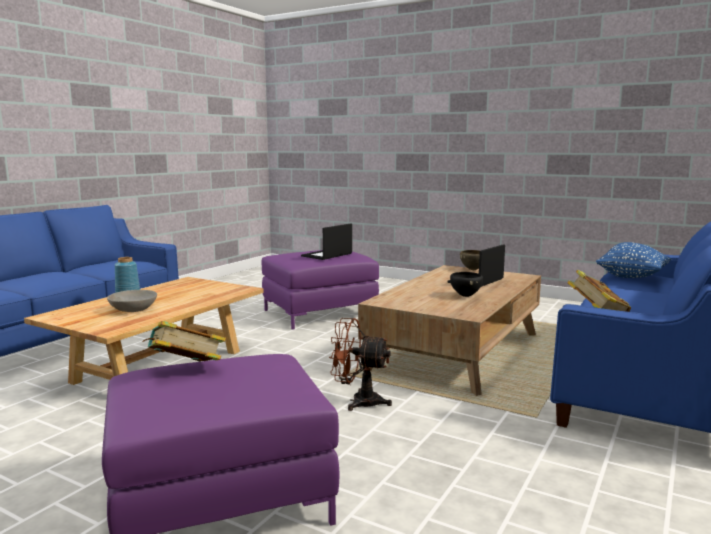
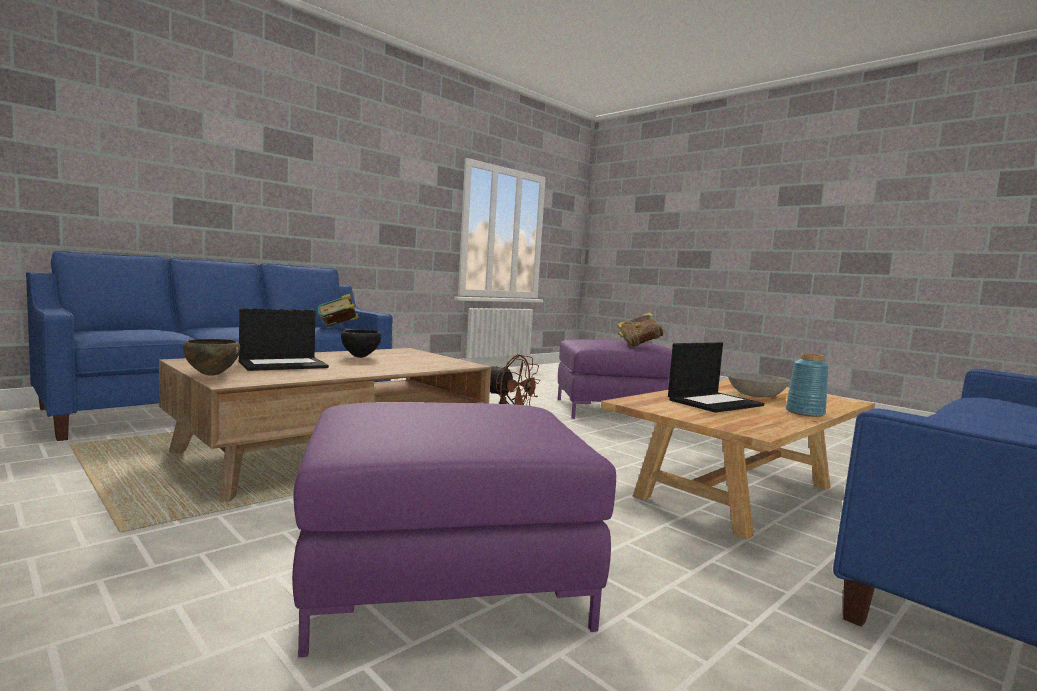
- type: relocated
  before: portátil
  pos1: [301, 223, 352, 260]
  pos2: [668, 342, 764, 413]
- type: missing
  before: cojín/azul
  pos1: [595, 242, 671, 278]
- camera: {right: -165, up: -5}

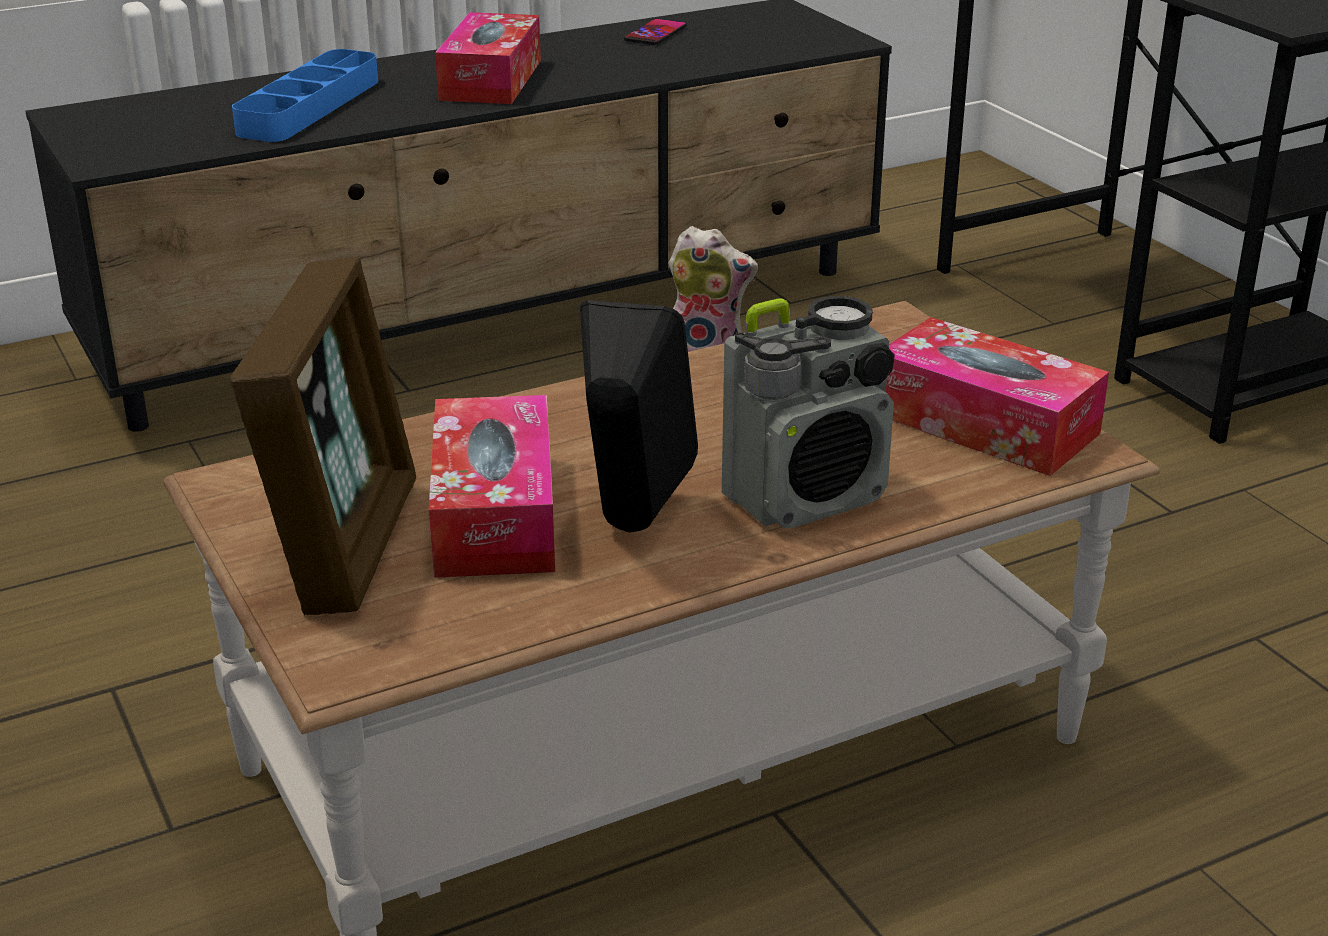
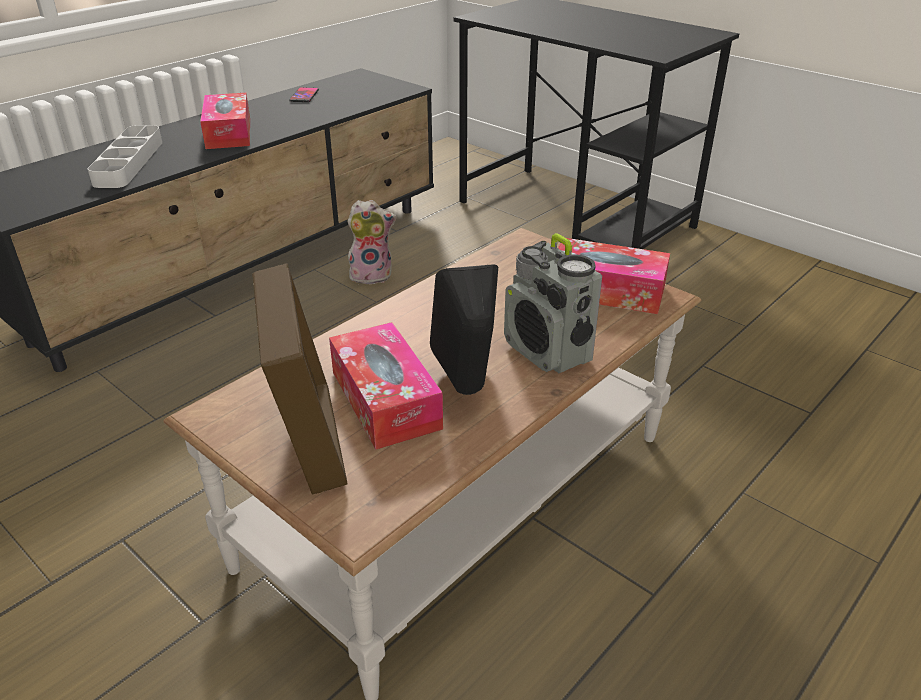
- type: colour
  before: bandeja/azul
  after: bandeja/gris
  pos1: [232, 49, 378, 142]
  pos2: [87, 125, 162, 188]
- type: spun
  before: radio
  pos1: [722, 296, 895, 528]
  pos2: [504, 233, 602, 373]
  turn: 105
- camera: {right: -20, up: 5}

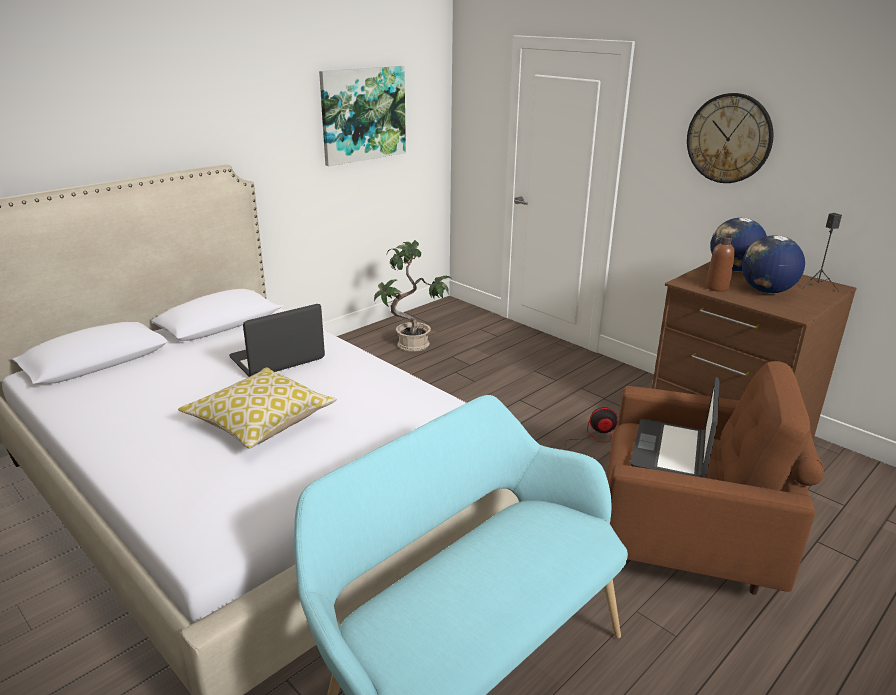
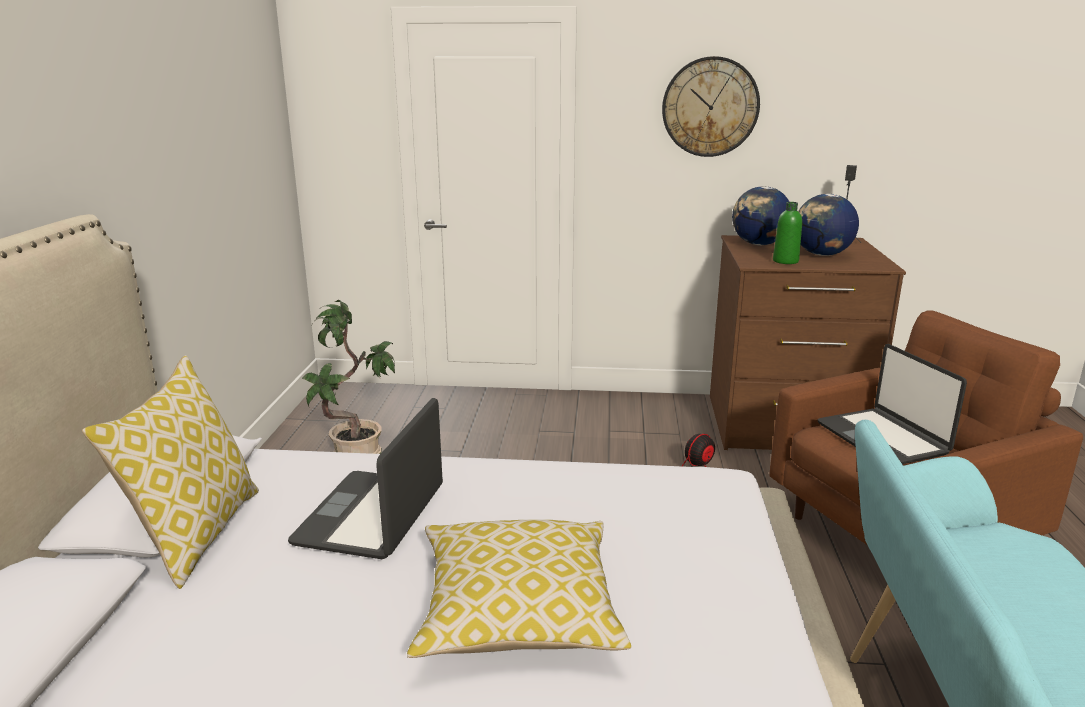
- type: missing
  before: cuadro
  pos1: [319, 66, 406, 166]
- type: colour
  before: botella/marrón
  after: botella/verde
  pos1: [706, 236, 735, 292]
  pos2: [773, 202, 802, 264]
- type: appeared
  after: cojín
  pos2: [82, 355, 259, 589]
- camera: {right: -40, up: -5}

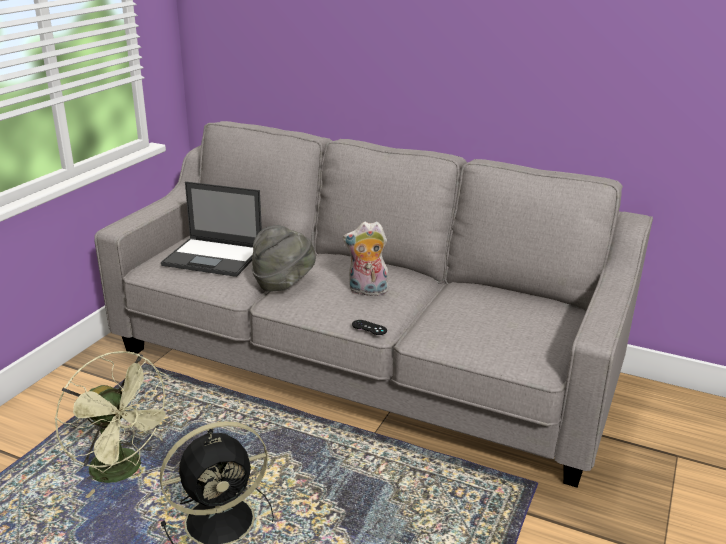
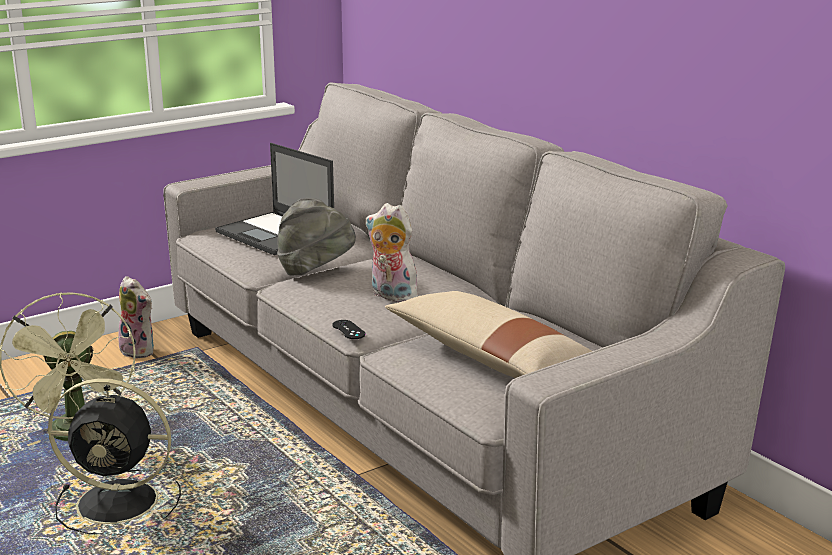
- type: appeared
  after: peluche
  pos2: [118, 276, 154, 359]
- type: appeared
  after: cojín/beis
  pos2: [385, 291, 592, 378]
- camera: {right: 30, up: -5}

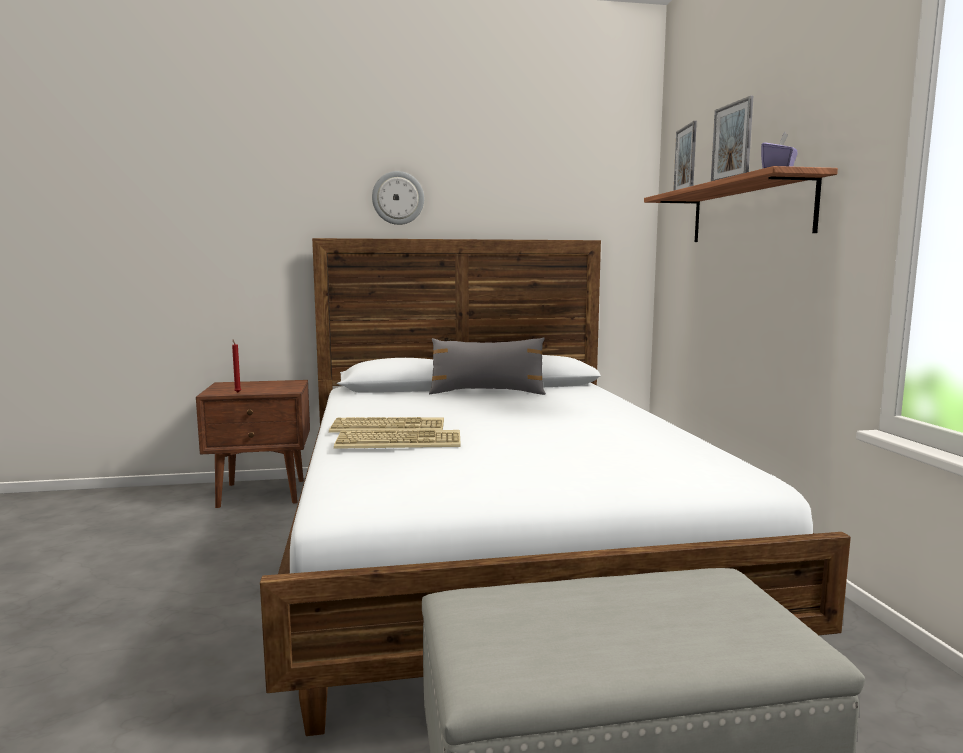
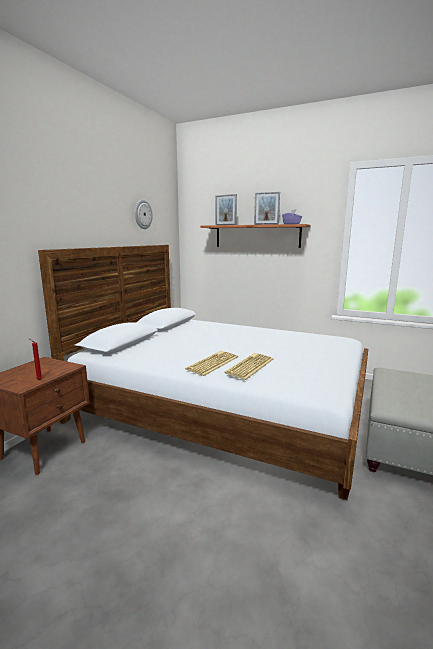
- type: relocated
  before: reloj de pared
  pos1: [372, 171, 424, 225]
  pos2: [135, 199, 153, 229]
- type: missing
  before: cojín/gris
  pos1: [429, 338, 546, 395]
- camera: {right: -55, up: 5}

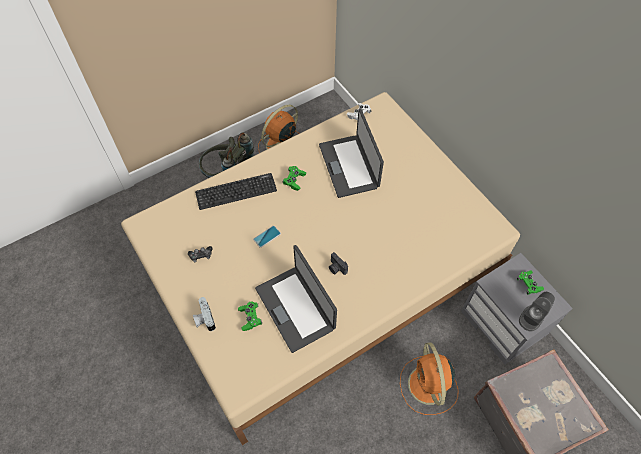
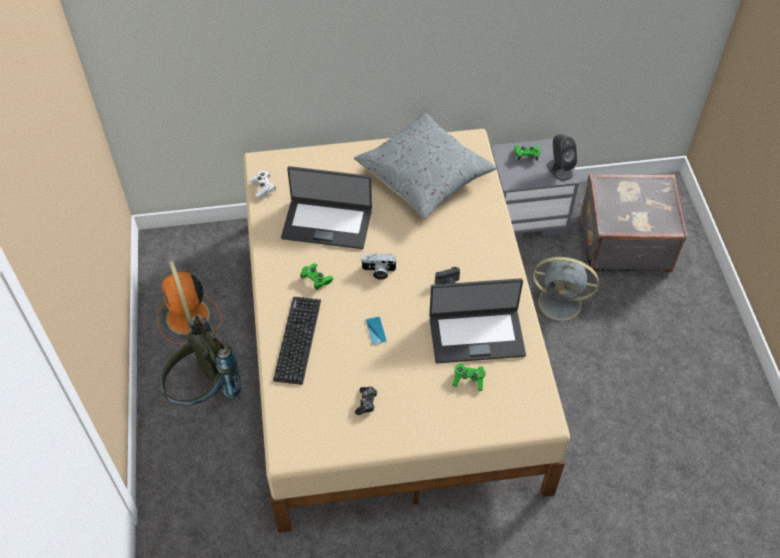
- type: relocated
  before: cámara
  pos1: [193, 297, 216, 331]
  pos2: [360, 253, 397, 280]
- type: colour
  before: ventilador/naranja
  after: ventilador/gris
  pos1: [400, 343, 458, 415]
  pos2: [529, 257, 599, 329]
- type: appeared
  after: cojín/gris
  pos2: [354, 113, 496, 219]
- camera: {right: -65, up: -5}

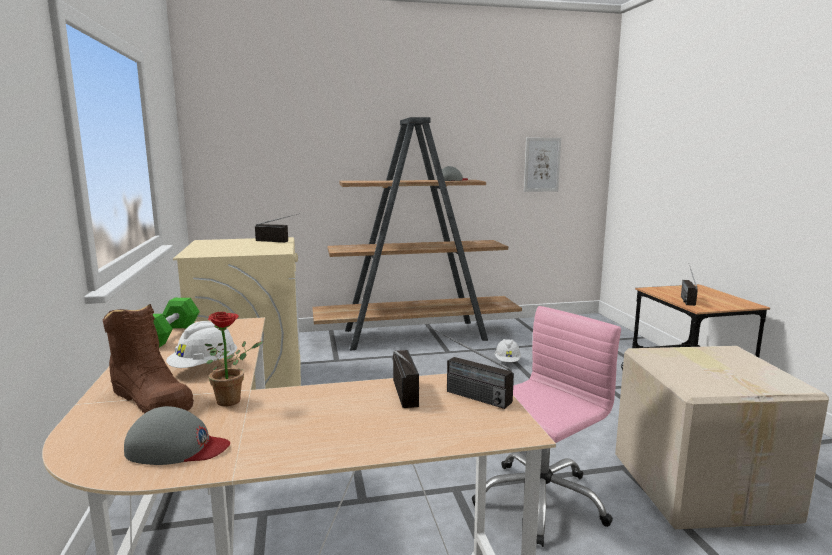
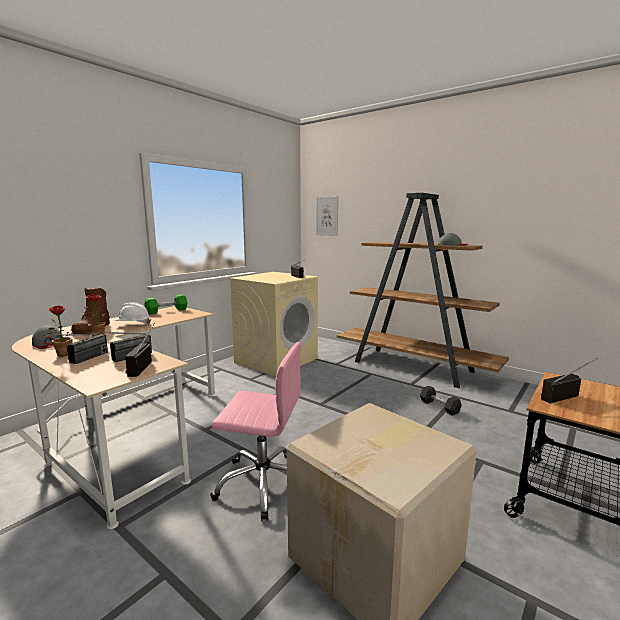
- type: relocated
  before: cuadro
  pos1: [524, 138, 561, 192]
  pos2: [316, 196, 338, 236]
- type: exchanged
  before: casco/blanco
  after: mancuerna/gris
  pos1: [495, 339, 521, 362]
  pos2: [420, 386, 462, 416]
- type: appeared
  after: planta en maceta
  pos2: [48, 305, 81, 357]
- type: appeared
  after: radio
  pos2: [44, 334, 108, 364]
- camera: {right: 50, up: 0}

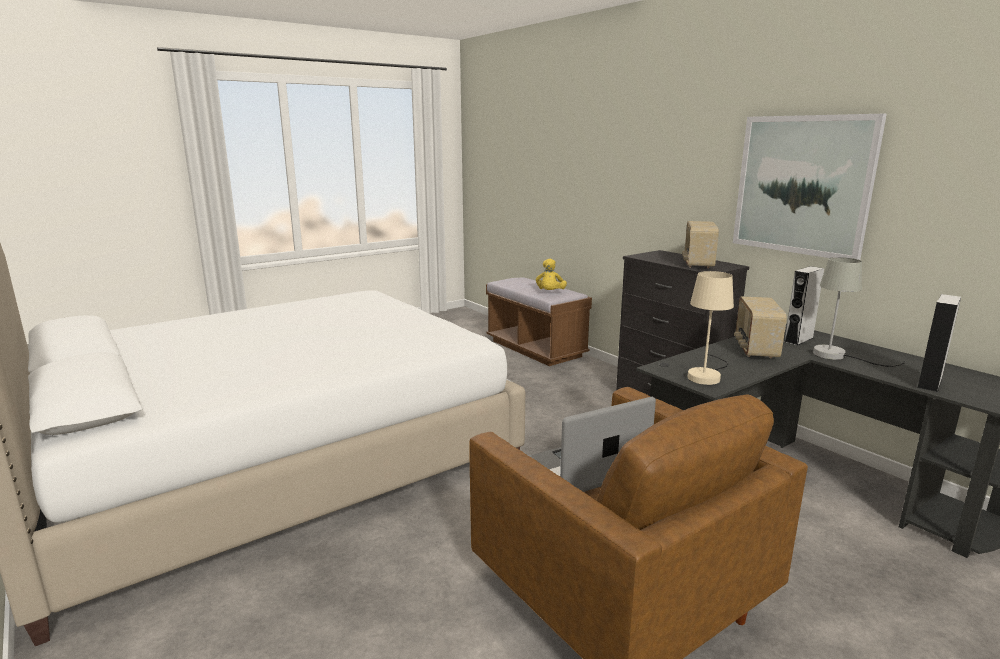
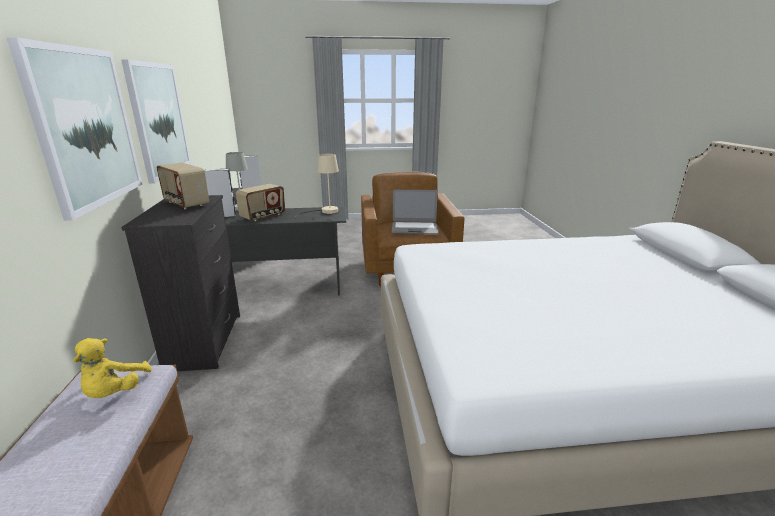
- type: spun
  before: radio
  pos1: [682, 221, 719, 268]
  pos2: [157, 163, 209, 209]
  turn: 90
- type: spun
  before: peluche/amarillo
  pos1: [536, 259, 567, 290]
  pos2: [74, 338, 152, 398]
  turn: 135
- type: appeared
  after: cuadro
  pos2: [7, 38, 142, 221]
- camera: {right: -150, up: 5}

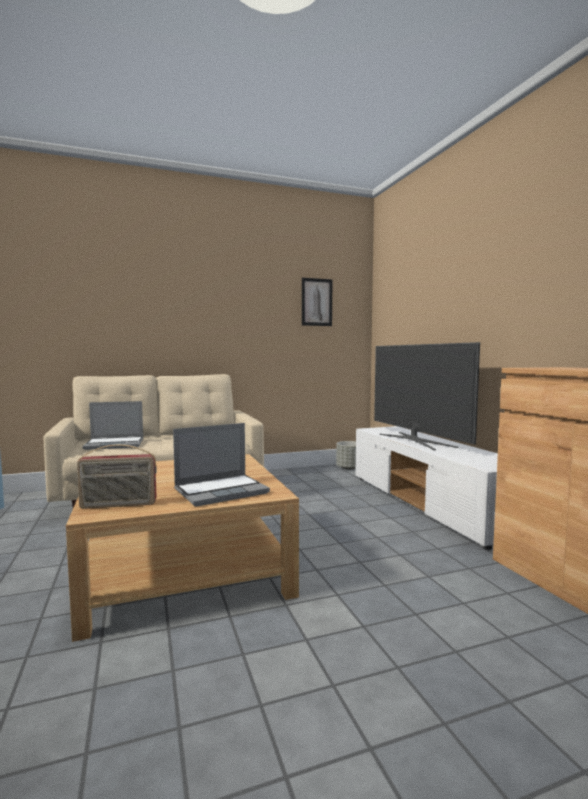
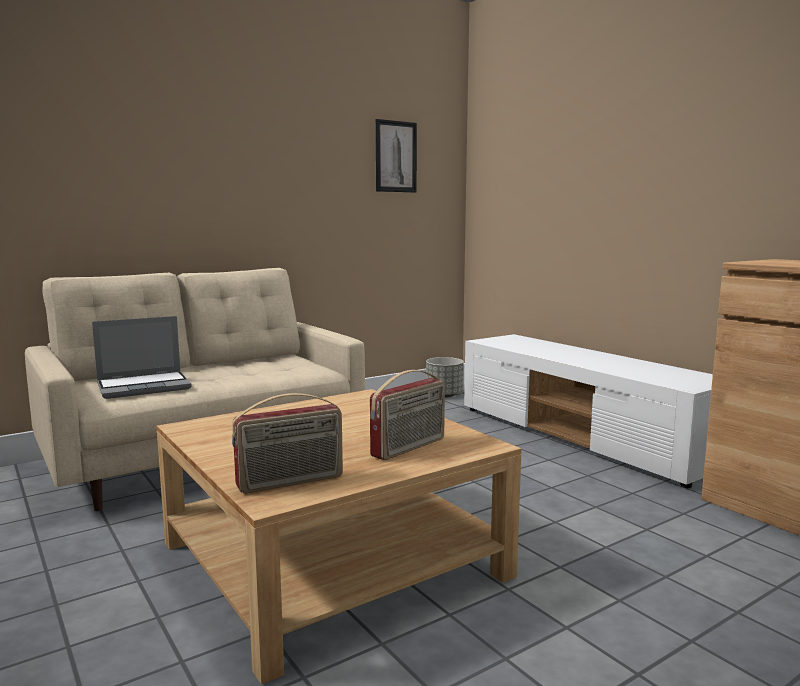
- type: missing
  before: televisor
  pos1: [374, 342, 480, 450]
- type: exchanged
  before: portátil
  after: radio
  pos1: [173, 423, 270, 507]
  pos2: [370, 370, 445, 460]
- camera: {right: -15, up: 5}

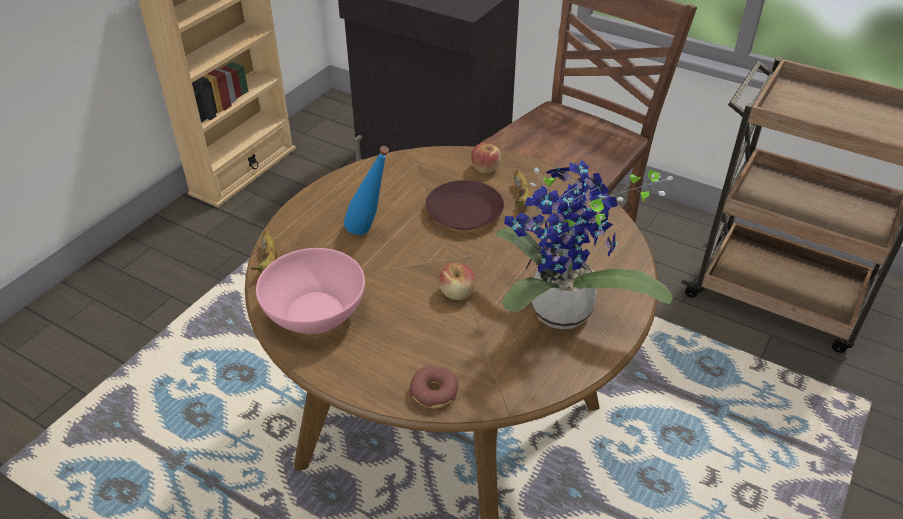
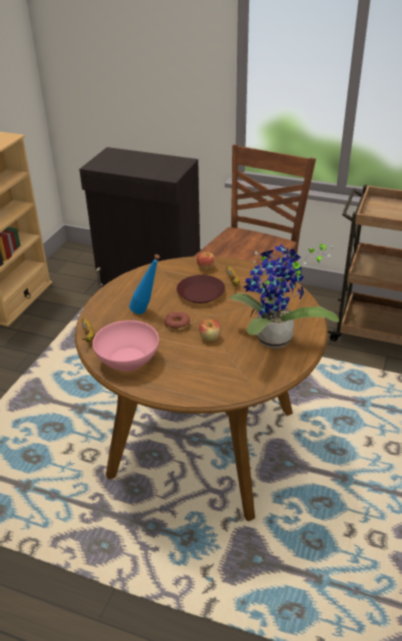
- type: relocated
  before: rosquilla
  pos1: [409, 366, 458, 409]
  pos2: [164, 312, 190, 331]
- camera: {right: -10, up: -5}

